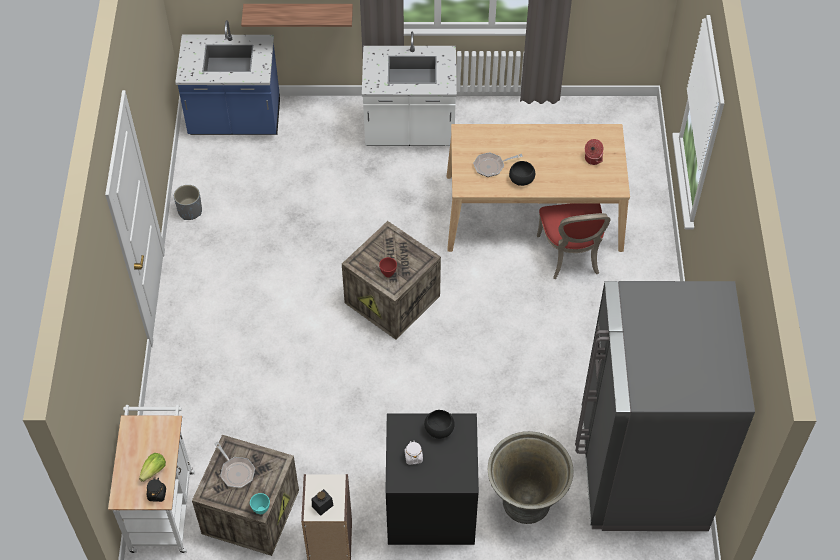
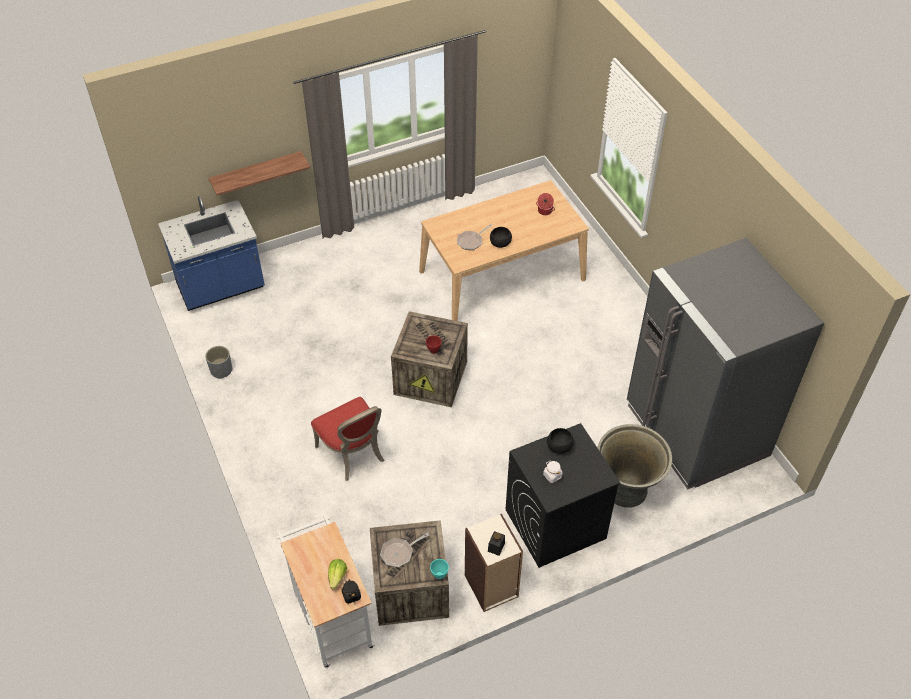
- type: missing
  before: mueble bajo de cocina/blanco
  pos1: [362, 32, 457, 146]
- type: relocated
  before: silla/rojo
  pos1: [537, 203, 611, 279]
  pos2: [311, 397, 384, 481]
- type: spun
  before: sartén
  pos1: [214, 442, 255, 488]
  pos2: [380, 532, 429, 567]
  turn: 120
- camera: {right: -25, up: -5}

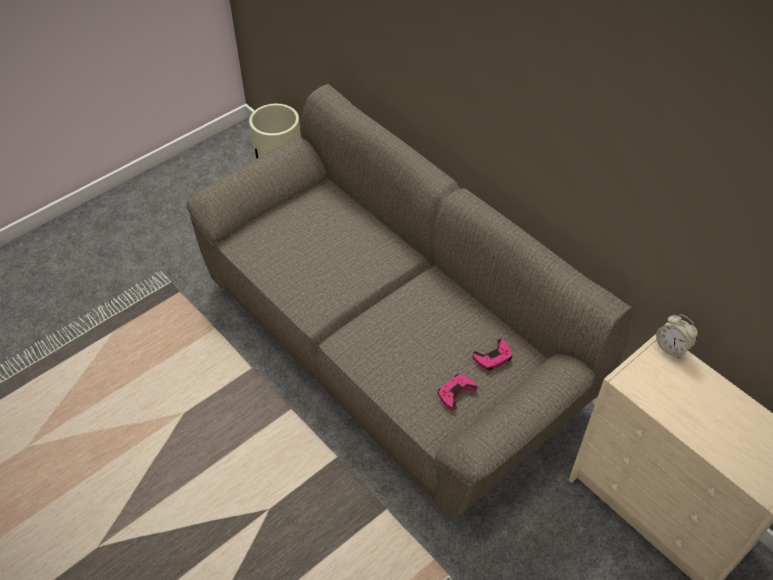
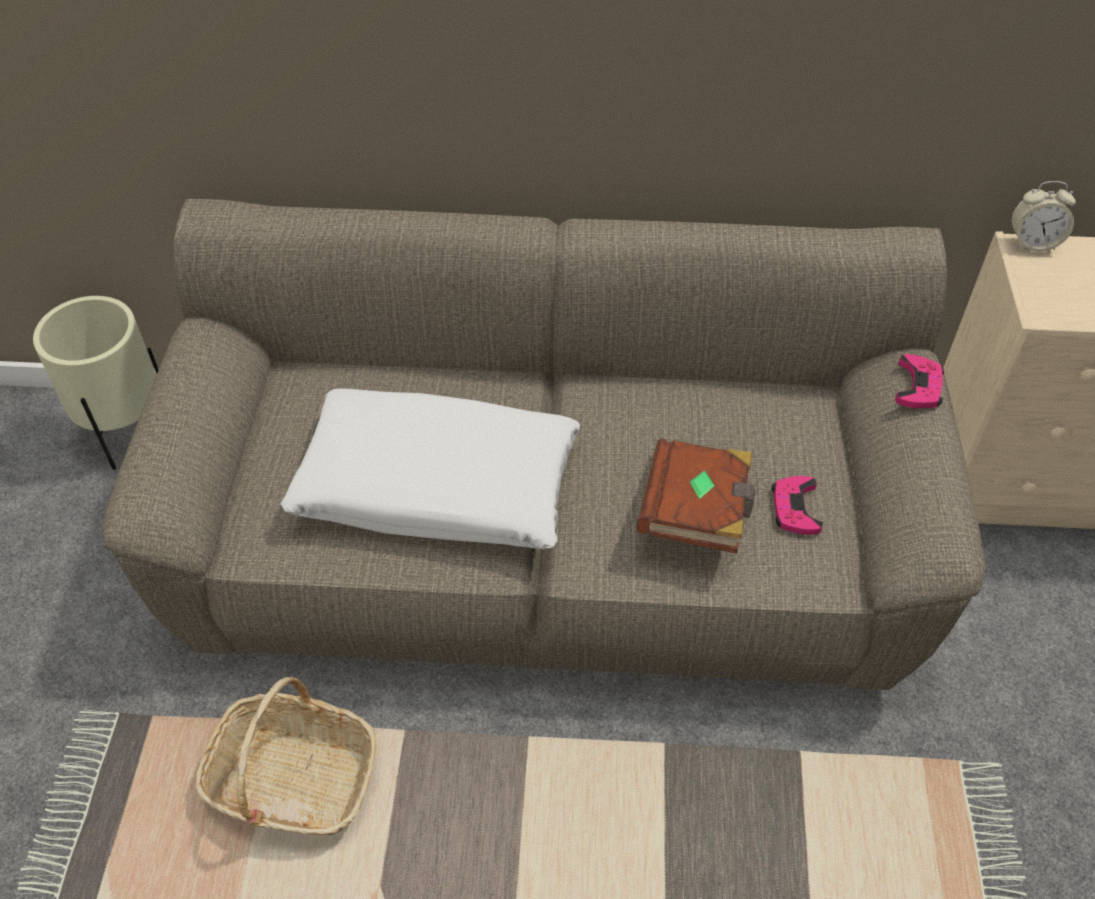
- type: relocated
  before: mando de consola/rosa
  pos1: [473, 339, 512, 371]
  pos2: [895, 354, 944, 408]
- type: appeared
  after: cojín/blanco
  pos2: [280, 389, 580, 549]
- type: appeared
  after: libro/marrón
  pos2: [637, 439, 755, 554]
- type: appeared
  after: cesta
  pos2: [195, 677, 377, 835]
- camera: {right: -45, up: 0}

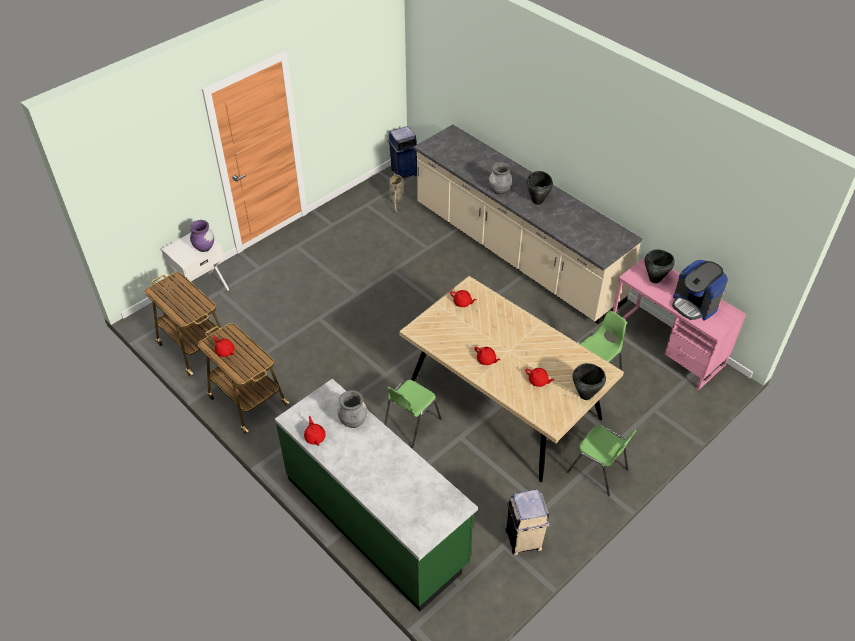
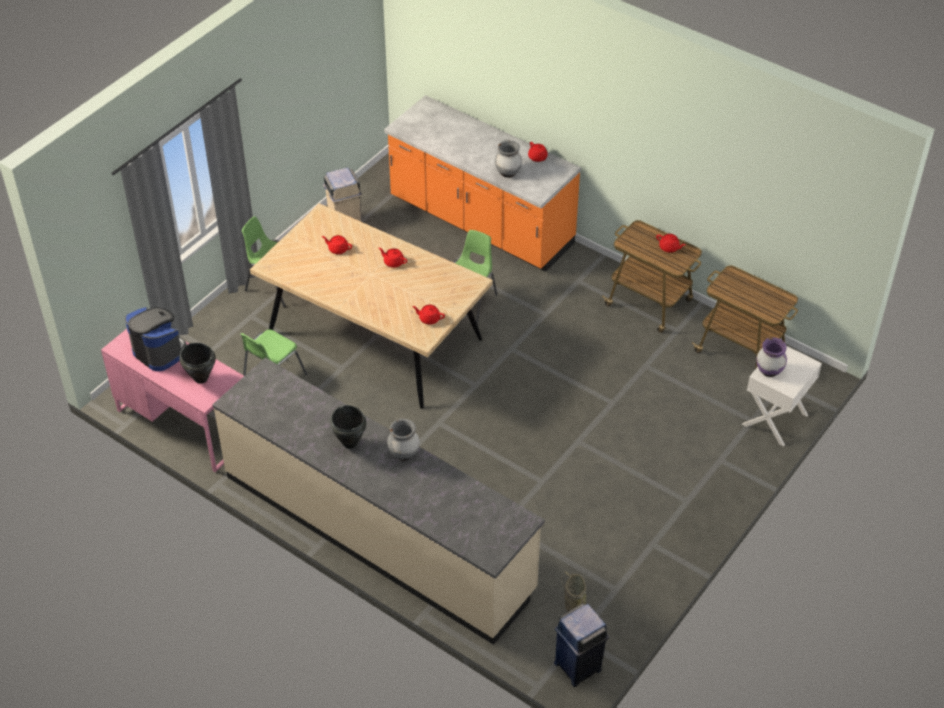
- type: missing
  before: olla/negro
  pos1: [573, 363, 606, 400]
- type: colour
  before: mueble bajo de cocina/verde
  after: mueble bajo de cocina/naranja
  pos1: [275, 379, 478, 611]
  pos2: [384, 95, 581, 272]
- camera: {right: 170, up: 0}

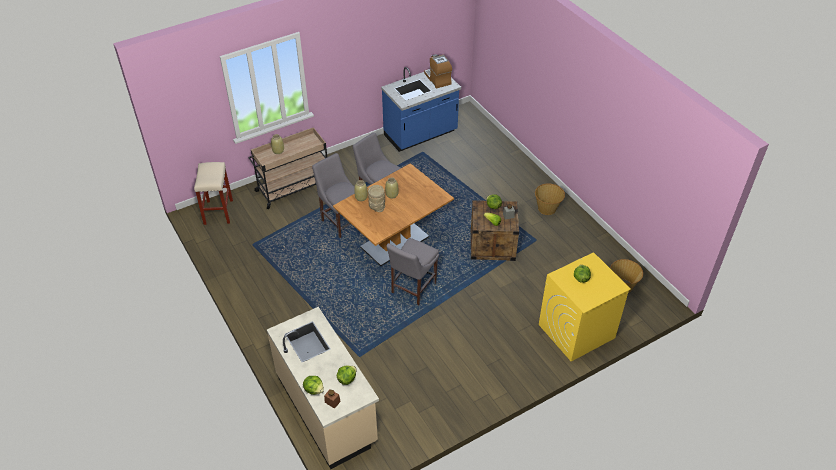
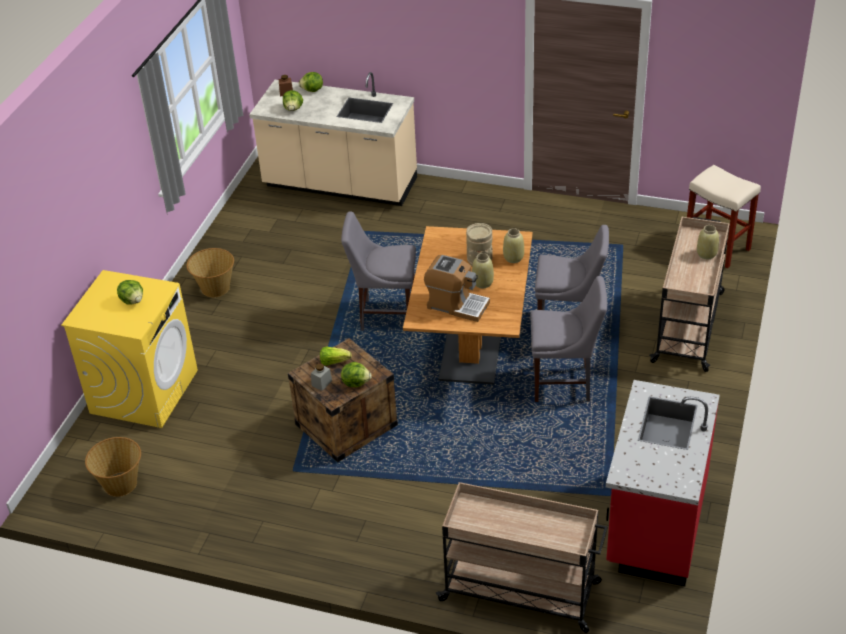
- type: relocated
  before: cafetera
  pos1: [424, 54, 452, 89]
  pos2: [424, 255, 490, 322]
- type: colour
  before: mueble bajo de cocina/azul
  after: mueble bajo de cocina/rojo
  pos1: [381, 67, 461, 152]
  pos2: [606, 380, 720, 586]
- type: relocated
  before: cesta
  pos1: [535, 183, 565, 215]
  pos2: [187, 248, 234, 297]
- type: spun
  before: silla/gris
  pos1: [387, 238, 439, 305]
  pos2: [341, 211, 416, 332]
  turn: -75
- type: appeared
  after: carrito/beis
  pos2: [436, 482, 607, 633]
- camera: {right: 140, up: -5}

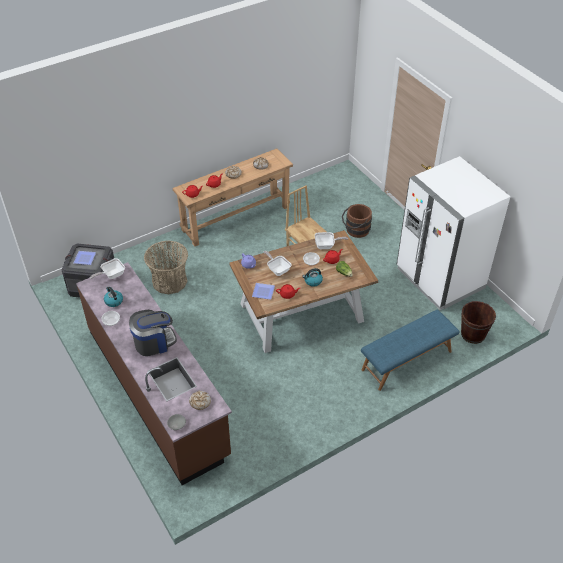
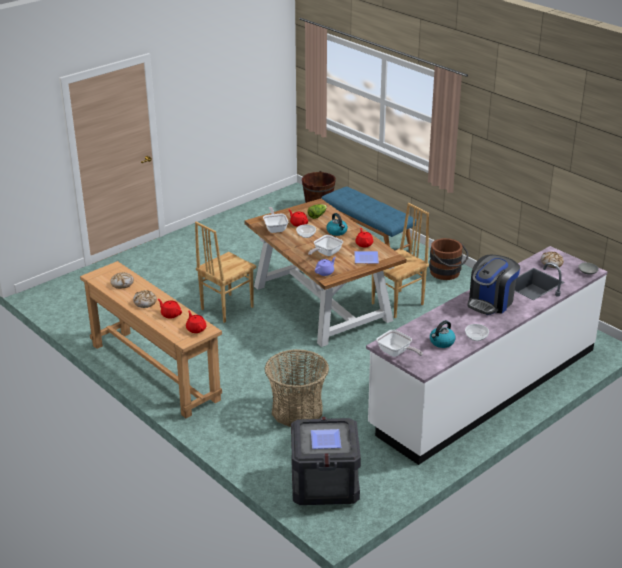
- type: missing
  before: nevera/blanco
  pos1: [397, 156, 510, 310]
- type: relocated
  before: cubo/marrón
  pos1: [342, 204, 372, 238]
  pos2: [429, 238, 468, 280]
- type: colour
  before: mueble bajo de cocina/marrón
  after: mueble bajo de cocina/blanco
  pos1: [76, 262, 232, 485]
  pos2: [366, 246, 608, 465]
- type: spun
  before: cafetera
  pos1: [129, 310, 177, 356]
  pos2: [467, 255, 520, 315]
  turn: -105
- type: appeared
  after: silla/marrón
  pos2: [372, 203, 429, 318]
- camera: {right: -100, up: -15}

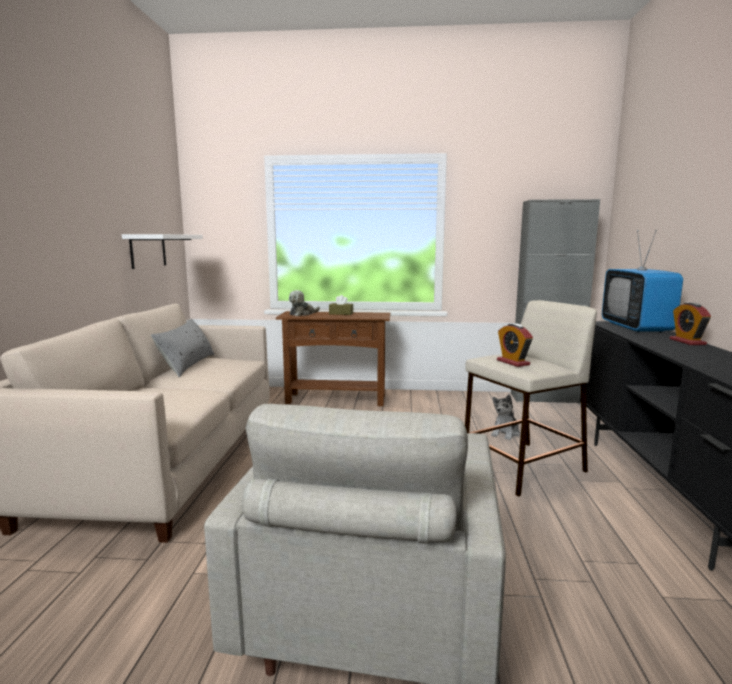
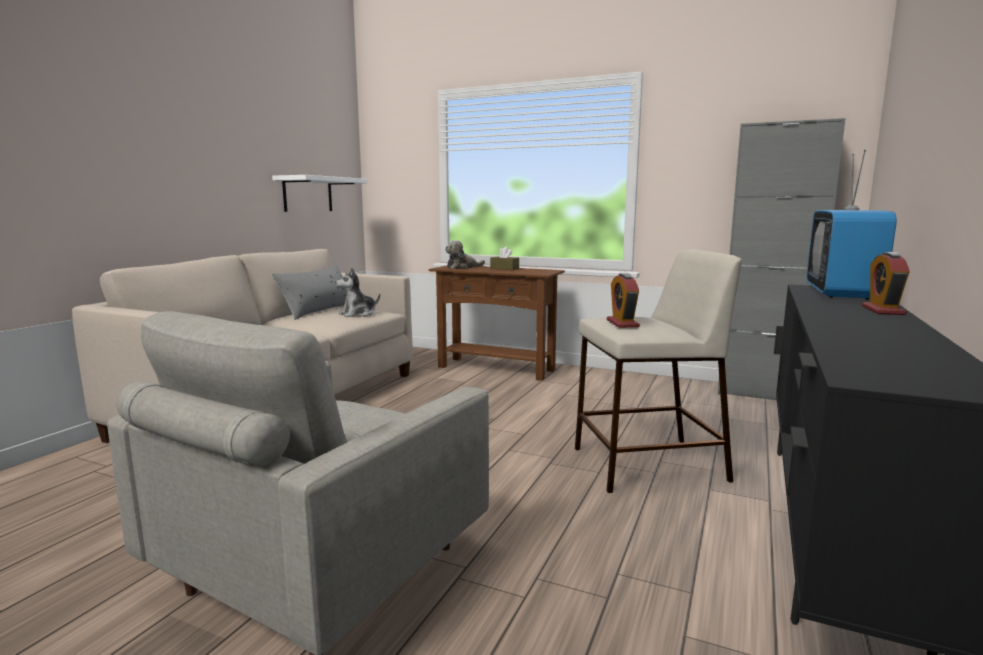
- type: relocated
  before: peluche
  pos1: [491, 394, 520, 440]
  pos2: [335, 268, 380, 317]
- camera: {right: 20, up: 0}

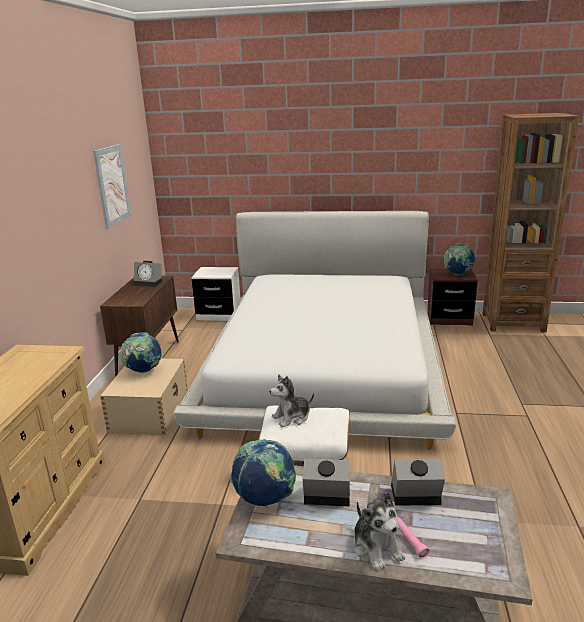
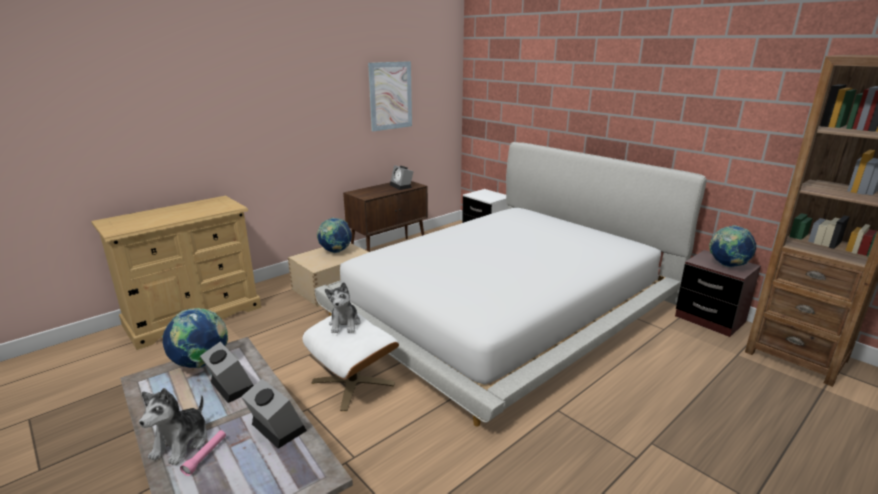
- type: spun
  before: peluche
  pos1: [269, 374, 314, 427]
  pos2: [325, 282, 361, 333]
  turn: -105
- camera: {right: 40, up: 0}

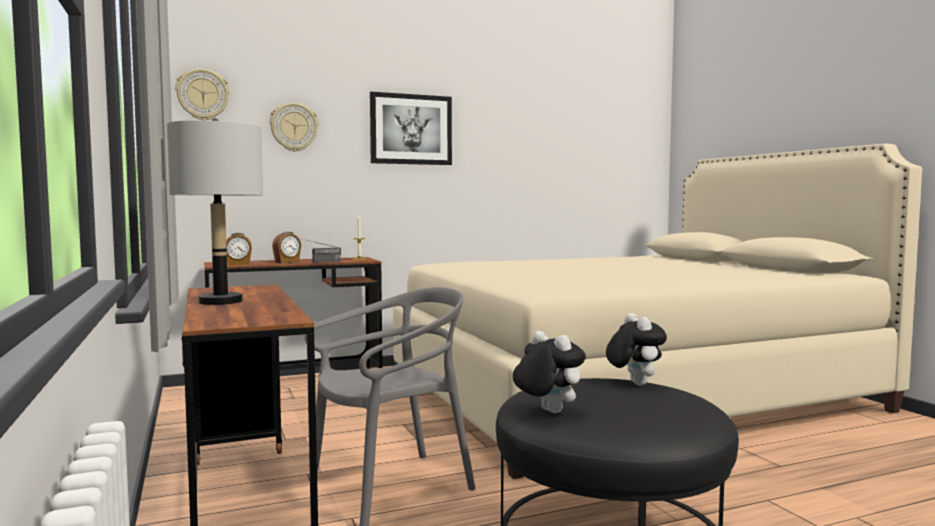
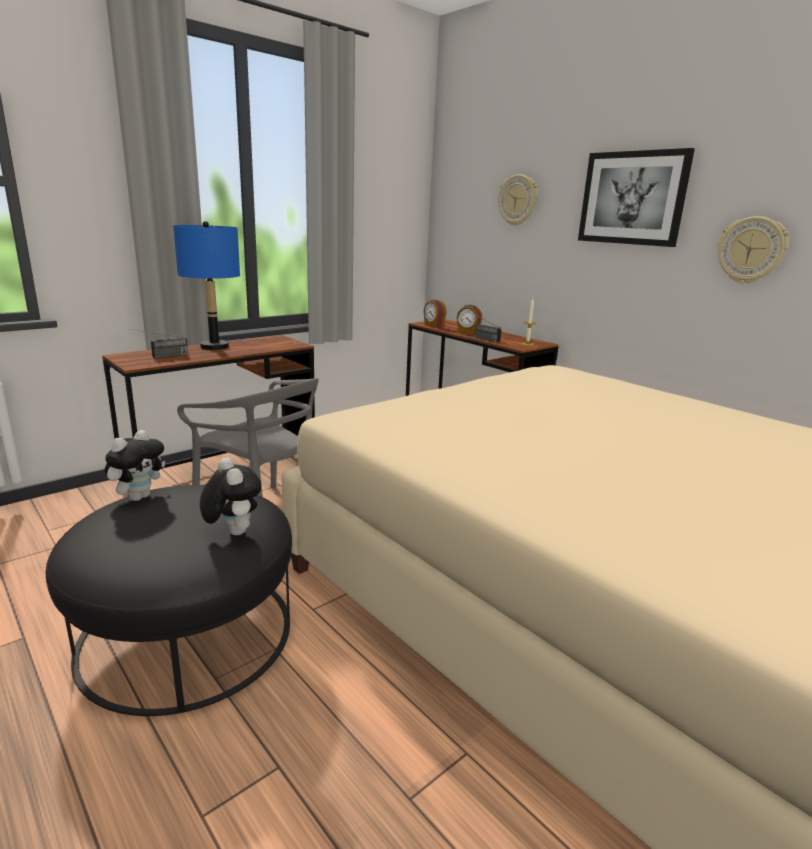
- type: relocated
  before: reloj de pared
  pos1: [175, 69, 230, 120]
  pos2: [718, 216, 789, 284]
- type: colour
  before: lámpara de mesa/gris
  after: lámpara de mesa/azul
  pos1: [167, 119, 263, 305]
  pos2: [173, 221, 240, 350]
- type: spun
  before: peluche
  pos1: [606, 313, 667, 386]
  pos2: [200, 458, 262, 535]
  turn: -90
- type: appeared
  after: radio
  pos2: [132, 329, 188, 359]
- camera: {right: 70, up: 15}

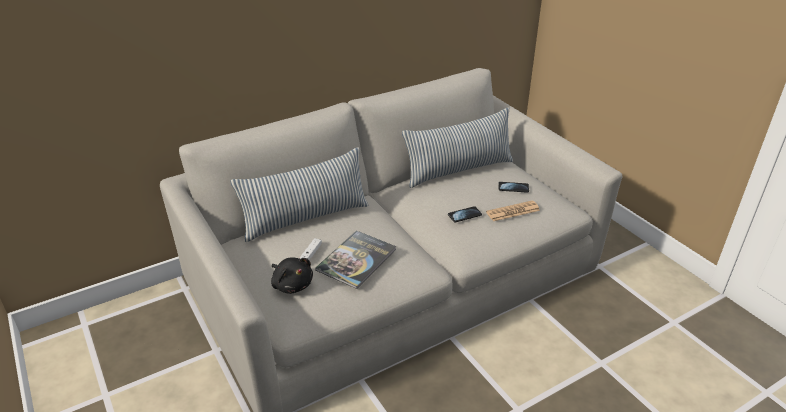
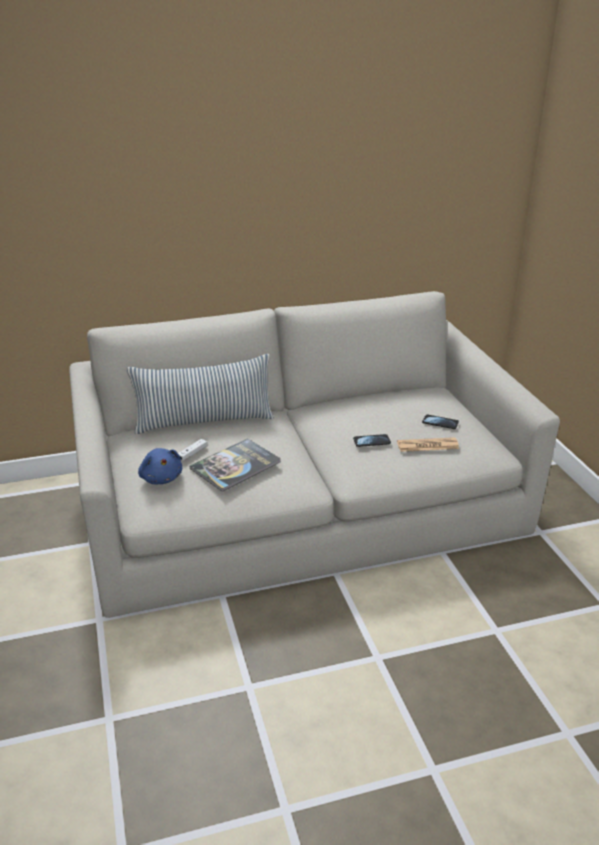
- type: missing
  before: cojín
  pos1: [402, 108, 513, 188]
- type: colour
  before: peluche/negro
  after: peluche/azul
  pos1: [271, 257, 313, 294]
  pos2: [138, 448, 182, 484]
- camera: {right: 15, up: -5}

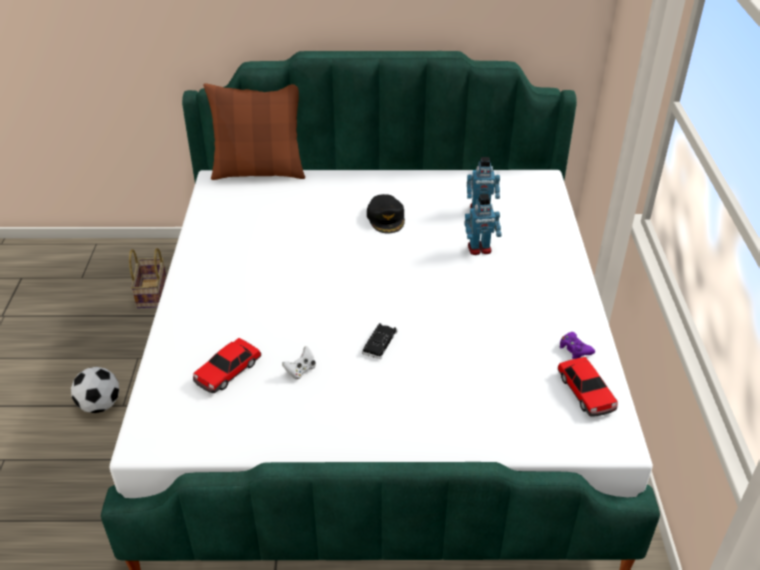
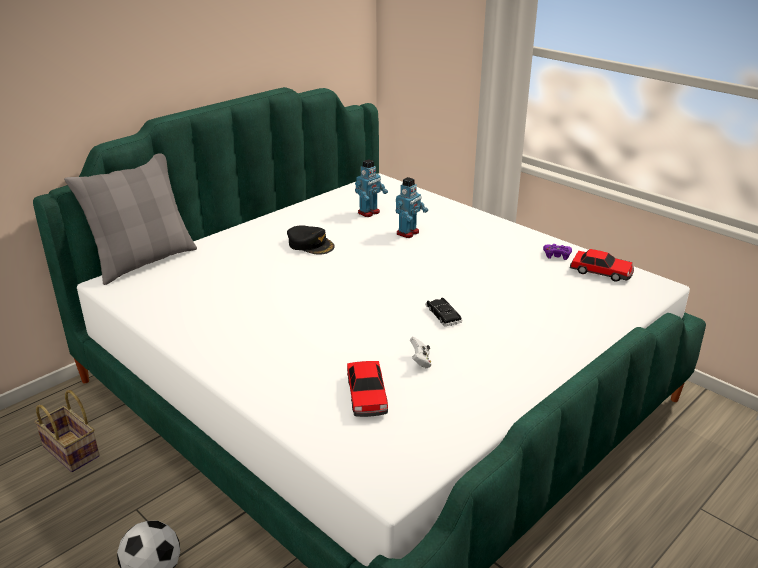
- type: colour
  before: cojín/marrón
  after: cojín/gris
  pos1: [203, 83, 305, 180]
  pos2: [64, 153, 197, 285]
- camera: {right: -45, up: -10}

